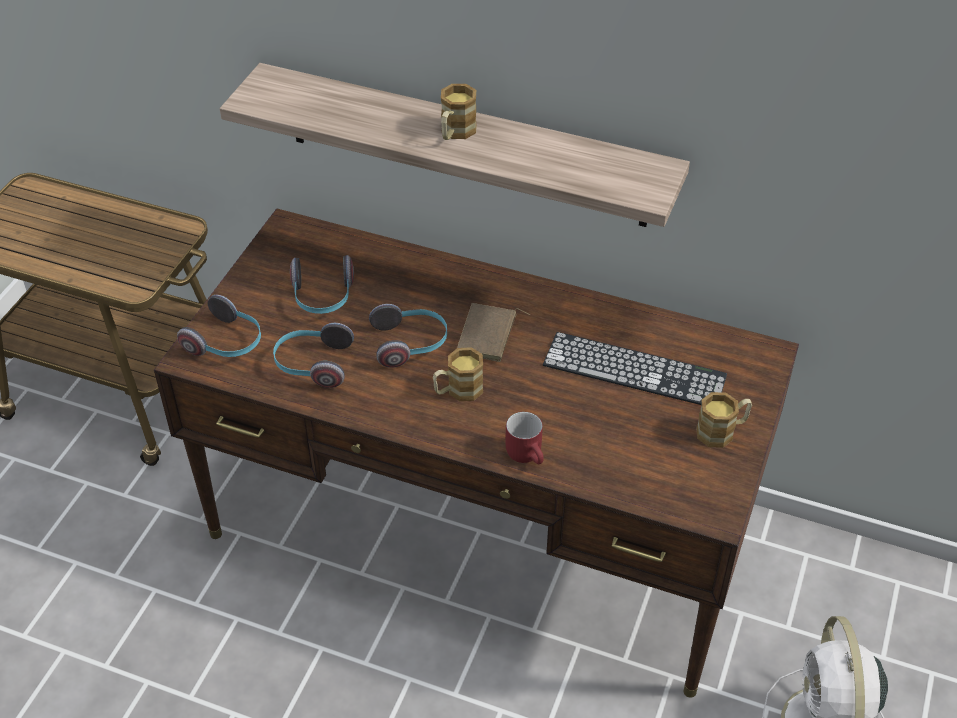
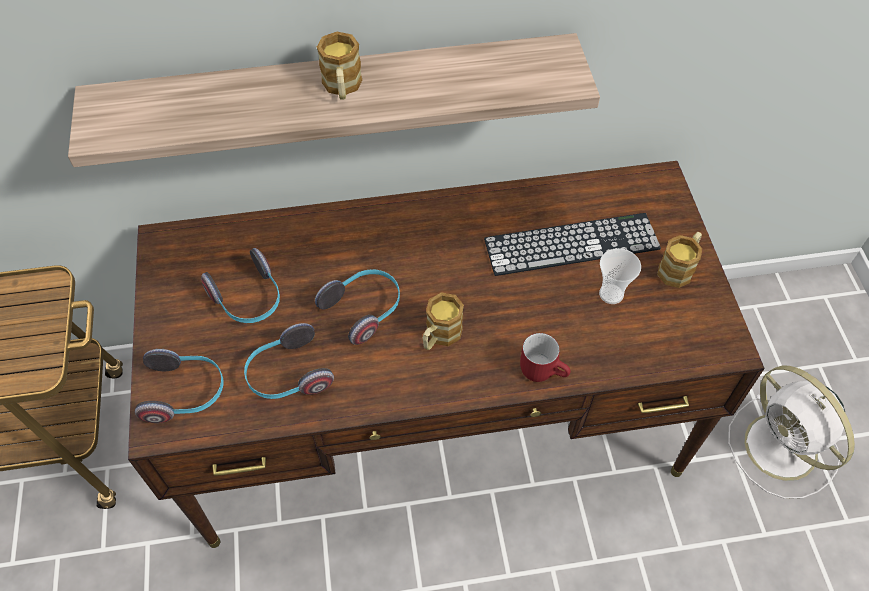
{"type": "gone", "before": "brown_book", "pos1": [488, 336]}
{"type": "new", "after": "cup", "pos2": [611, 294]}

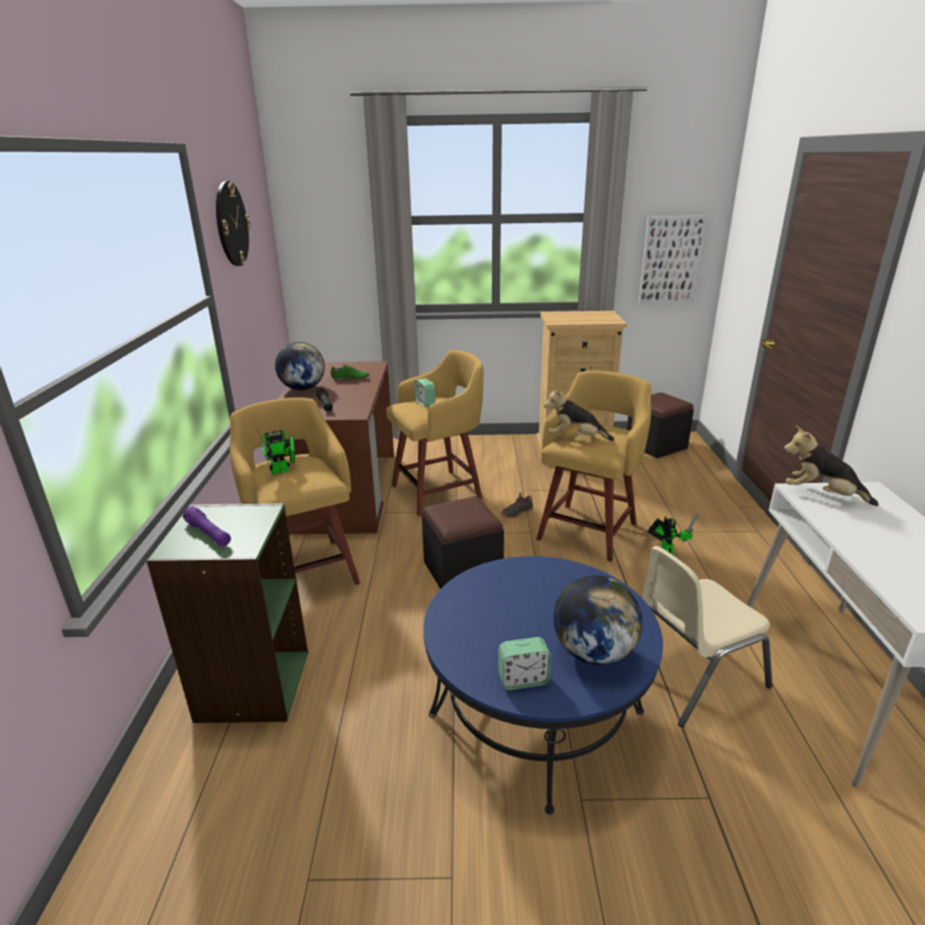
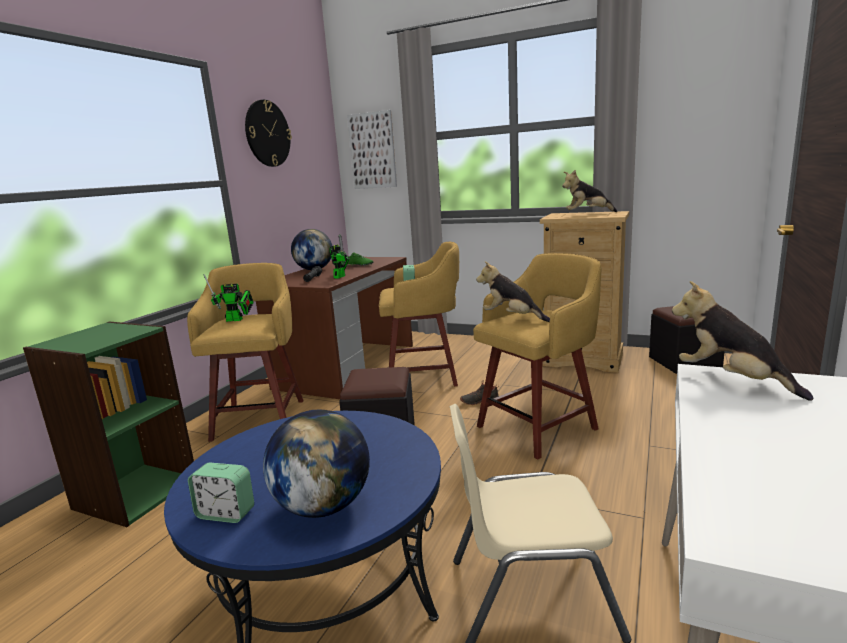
{"type": "gone", "before": "purple_flashlight", "pos1": [208, 533]}
{"type": "new", "after": "plush_toy", "pos2": [587, 214]}
{"type": "shifted", "before": "picture", "pos1": [670, 260], "pos2": [372, 150]}
{"type": "shifted", "before": "toy_robot", "pos1": [666, 549], "pos2": [340, 276]}

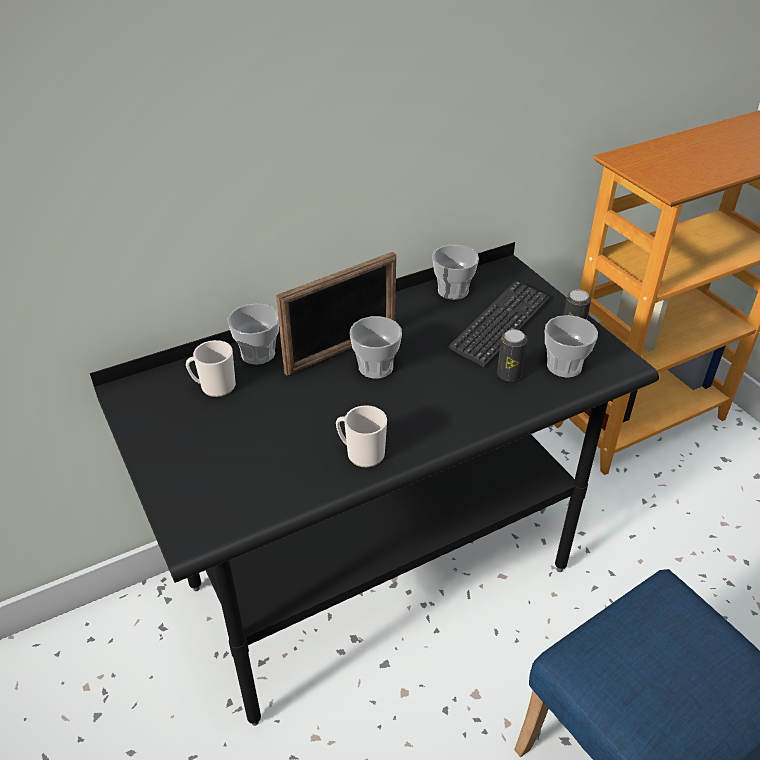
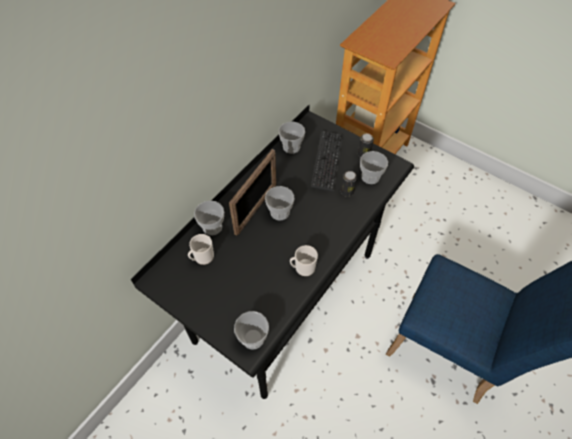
{"type": "new", "after": "cup", "pos2": [253, 338]}

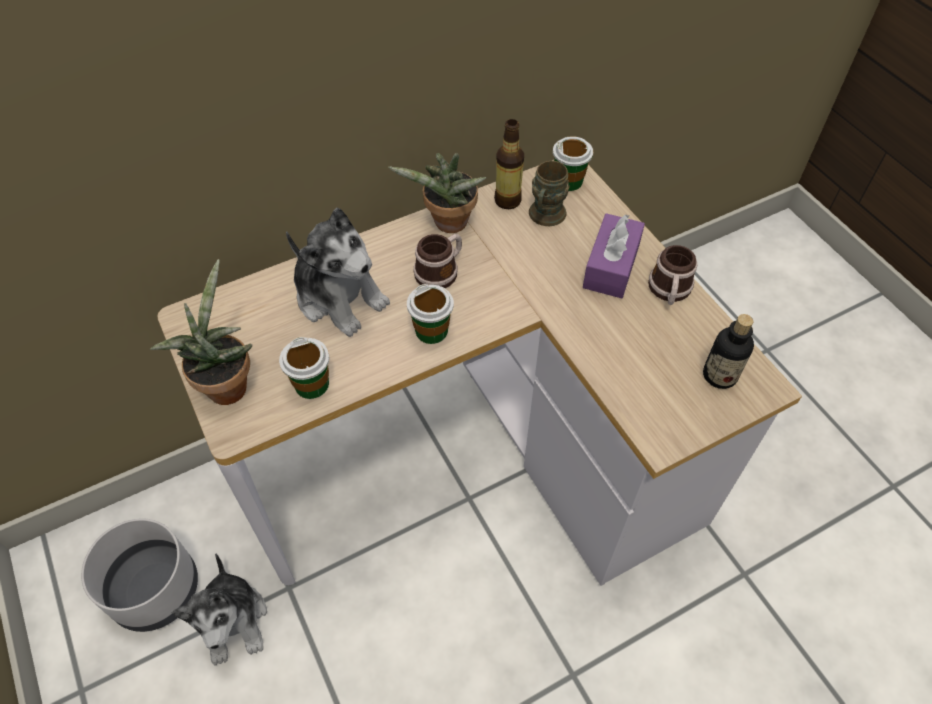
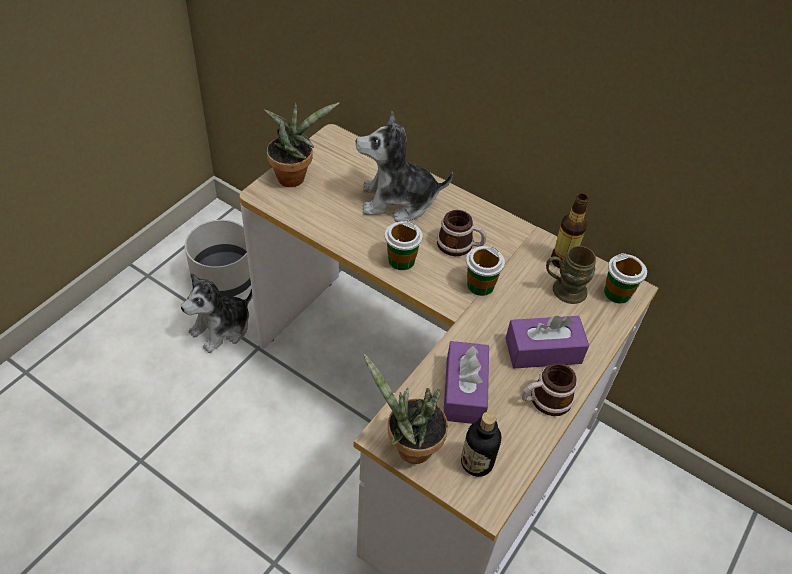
{"type": "new", "after": "purple_tissue_box", "pos2": [464, 391]}
{"type": "shifted", "before": "cup", "pos1": [311, 384], "pos2": [480, 285]}
{"type": "shifted", "before": "potted_plant", "pos1": [448, 225], "pos2": [408, 447]}
{"type": "rotated", "before": "plush_toy", "pos1": [339, 297], "pos2": [398, 201], "turn": 75}

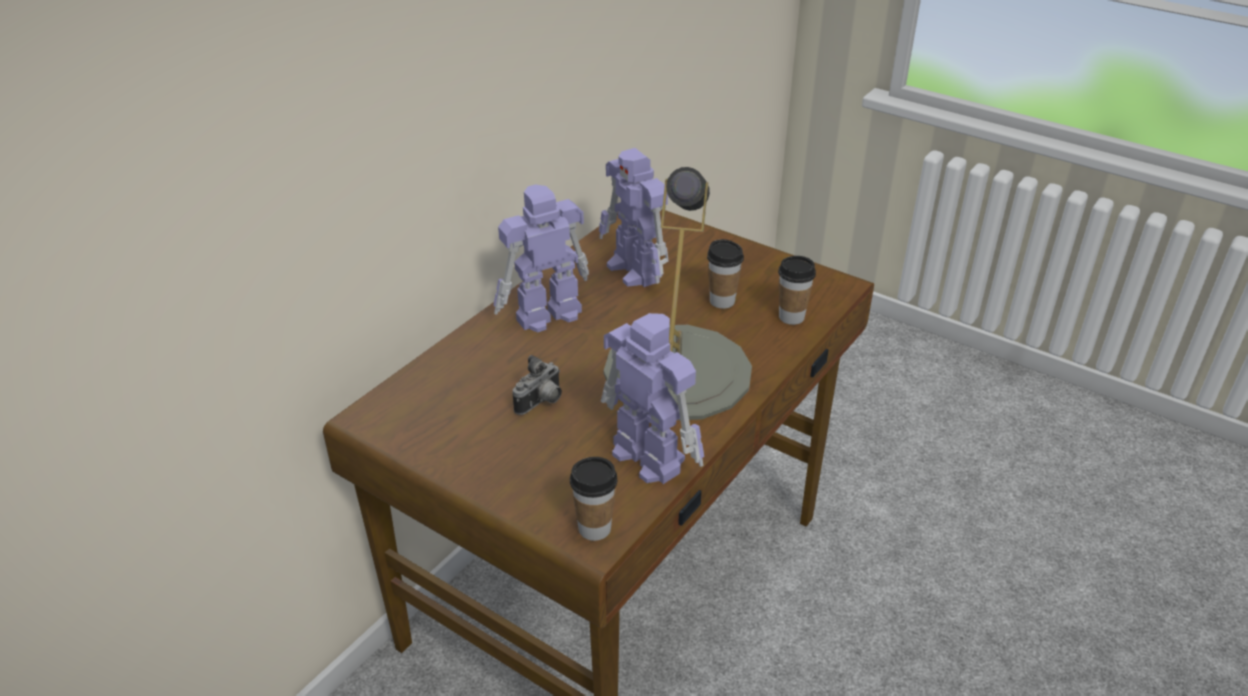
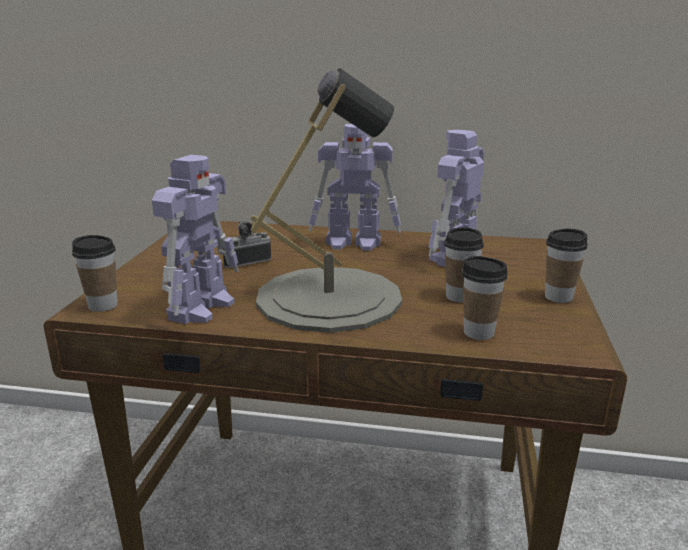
{"type": "new", "after": "cup", "pos2": [558, 297]}
{"type": "rotated", "before": "toy_robot", "pos1": [546, 315], "pos2": [355, 243], "turn": 150}
{"type": "rotated", "before": "photo_camera", "pos1": [541, 403], "pos2": [246, 262], "turn": 135}

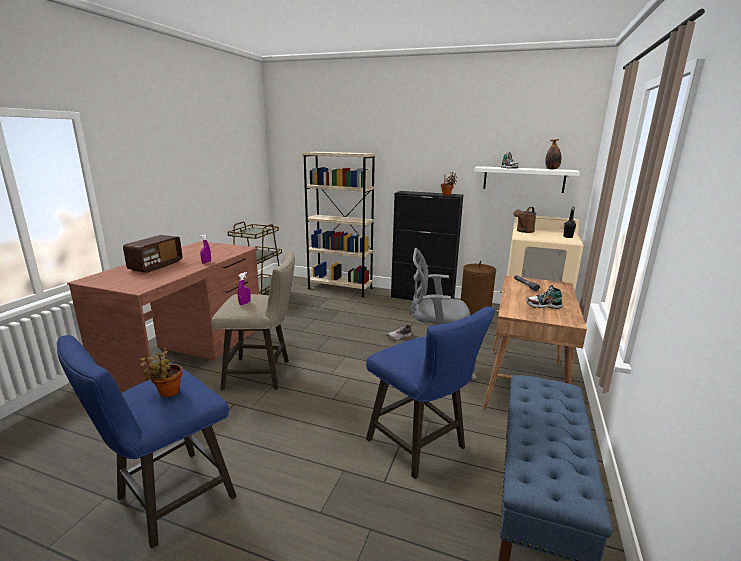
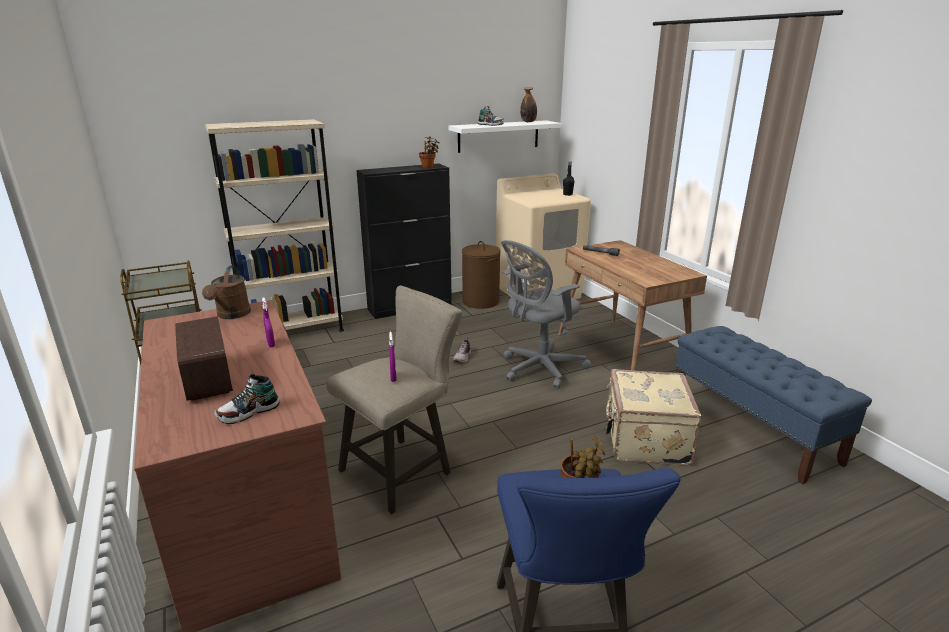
{"type": "shifted", "before": "brown_watering_can", "pos1": [523, 231], "pos2": [231, 315]}
{"type": "shifted", "before": "shoe", "pos1": [543, 306], "pos2": [249, 412]}
{"type": "swapped", "before": "blue_stool", "after": "beige_suitcase", "pos1": [421, 447], "pos2": [644, 440]}

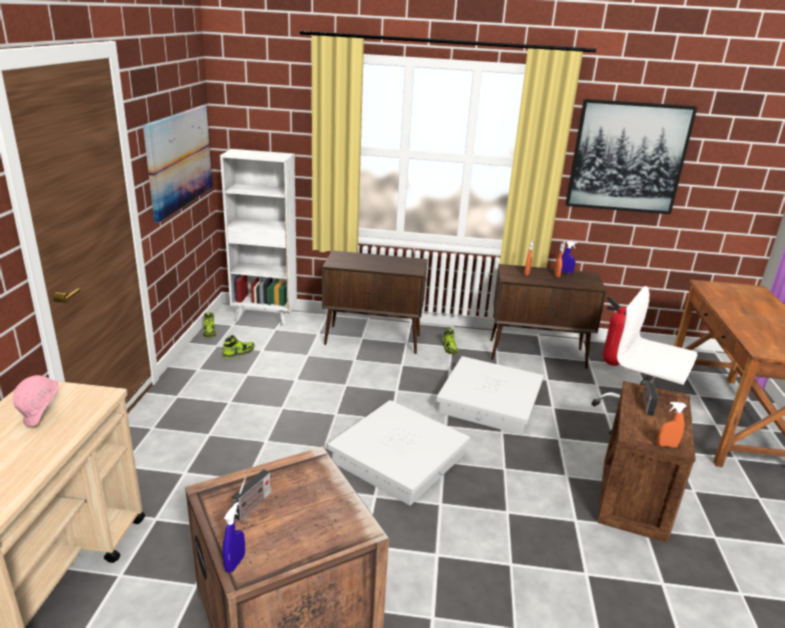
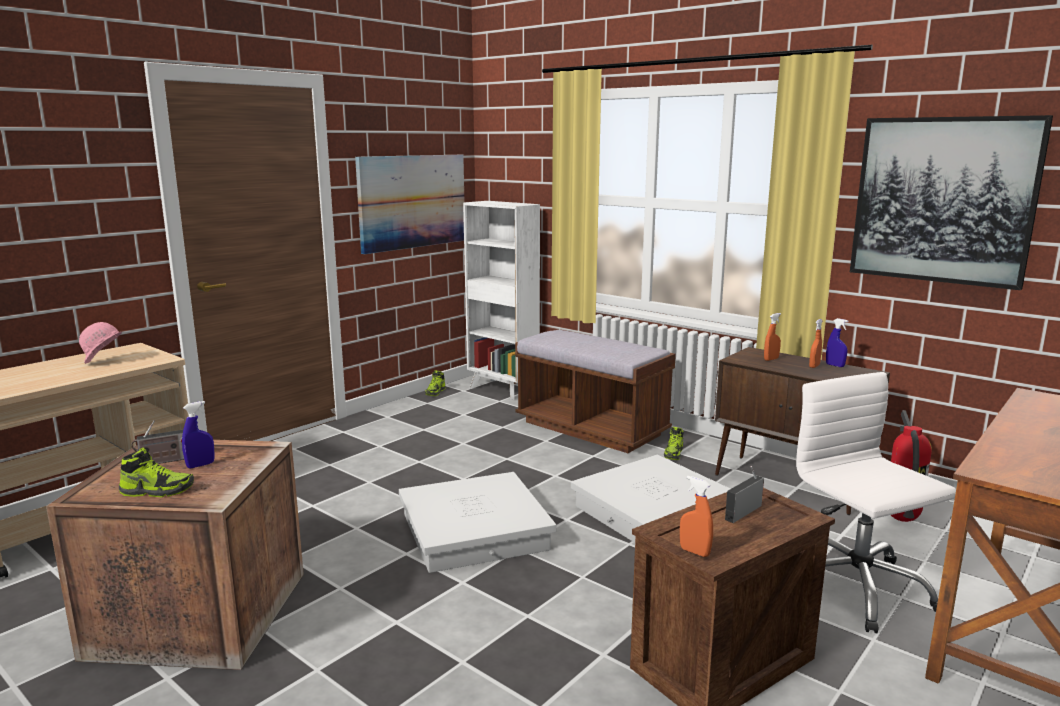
{"type": "shifted", "before": "shoe", "pos1": [238, 353], "pos2": [157, 491]}
{"type": "shifted", "before": "blue_spray_bottle", "pos1": [235, 563], "pos2": [200, 465]}
{"type": "swapped", "before": "brown_cabinet", "after": "brown_bench", "pos1": [374, 340], "pos2": [591, 428]}

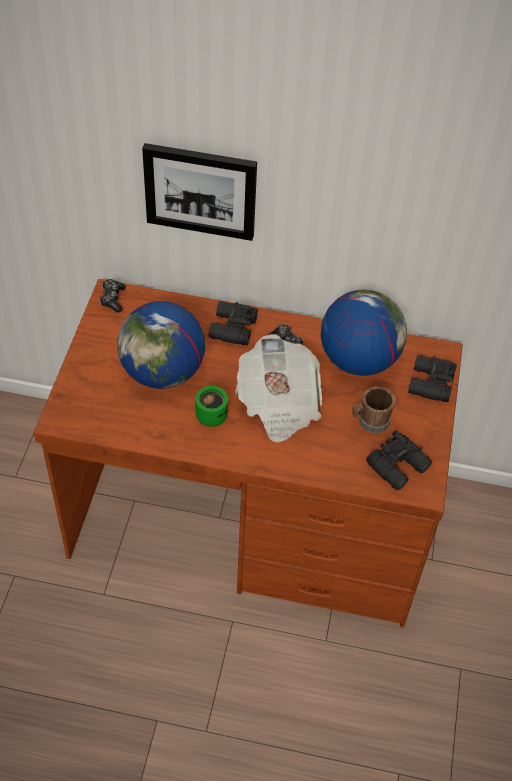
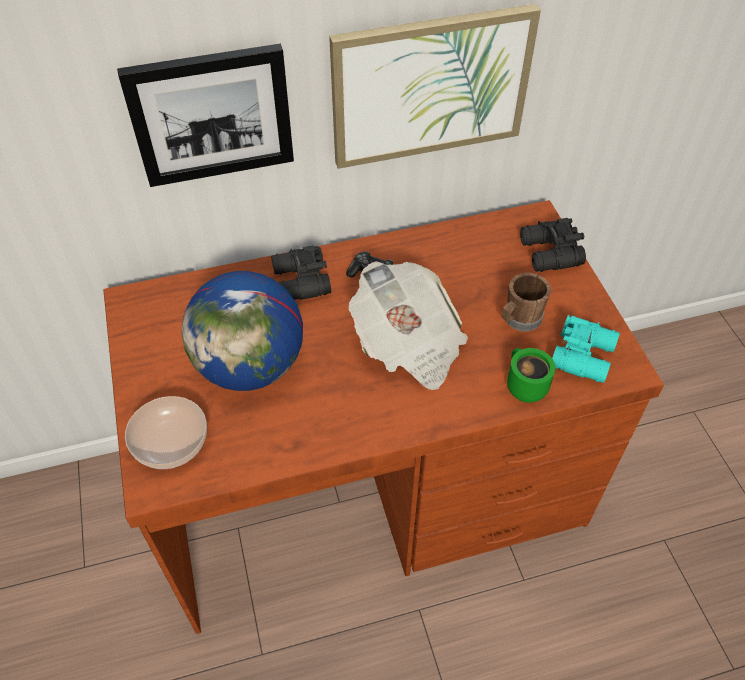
{"type": "gone", "before": "game_controller", "pos1": [112, 299]}
{"type": "gone", "before": "globe", "pos1": [358, 359]}
{"type": "new", "after": "bowl", "pos2": [172, 443]}
{"type": "new", "after": "picture", "pos2": [430, 86]}
{"type": "shifted", "before": "green_mug", "pos1": [210, 413], "pos2": [523, 385]}
{"type": "repainted", "before": "black_binoculars", "after": "turquoise_binoculars", "pos1": [399, 466], "pos2": [584, 355]}

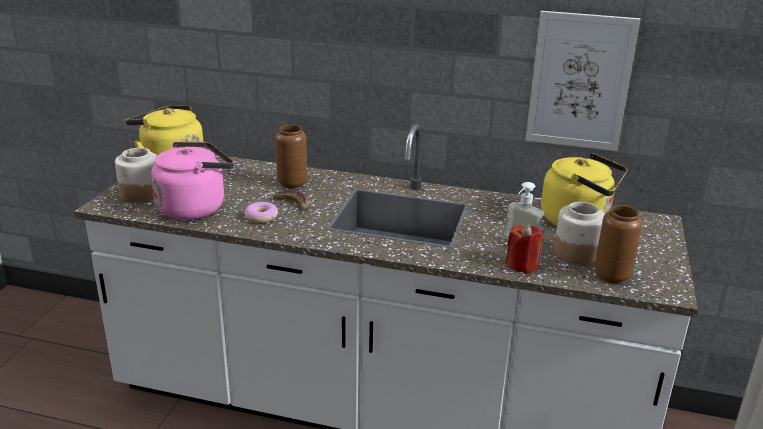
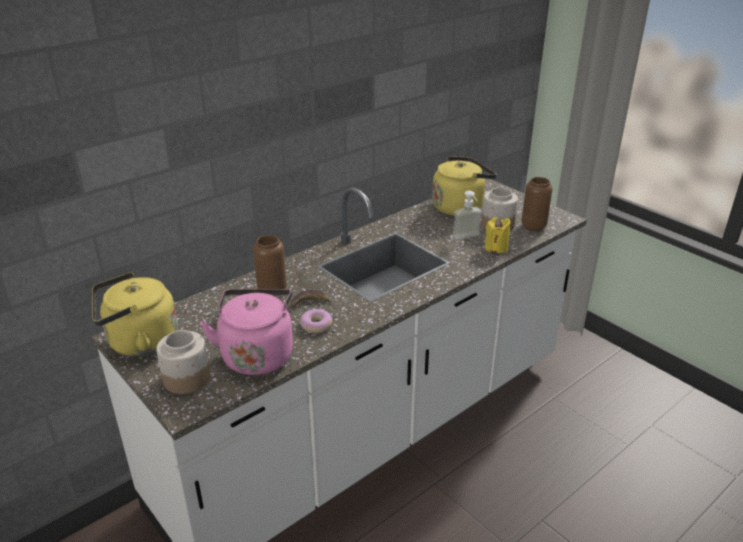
{"type": "gone", "before": "picture", "pos1": [579, 82]}
{"type": "repainted", "before": "red_candle", "after": "yellow_candle", "pos1": [522, 265], "pos2": [496, 248]}

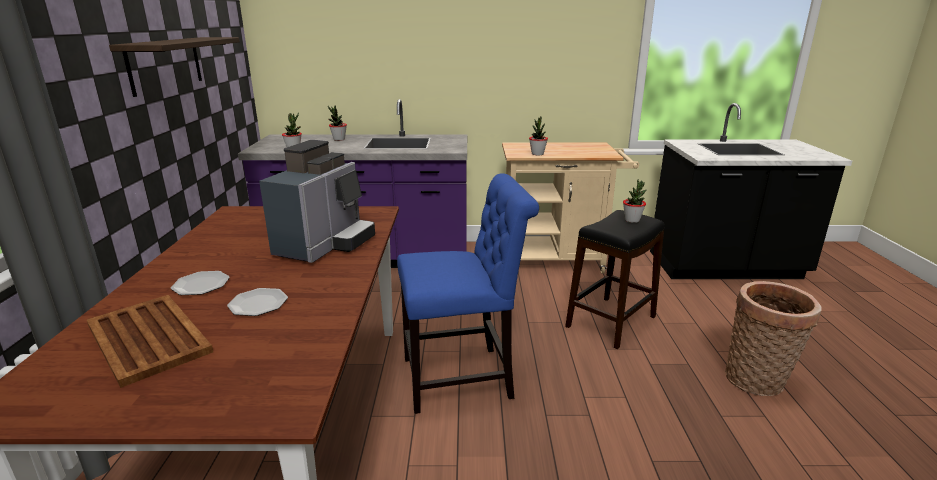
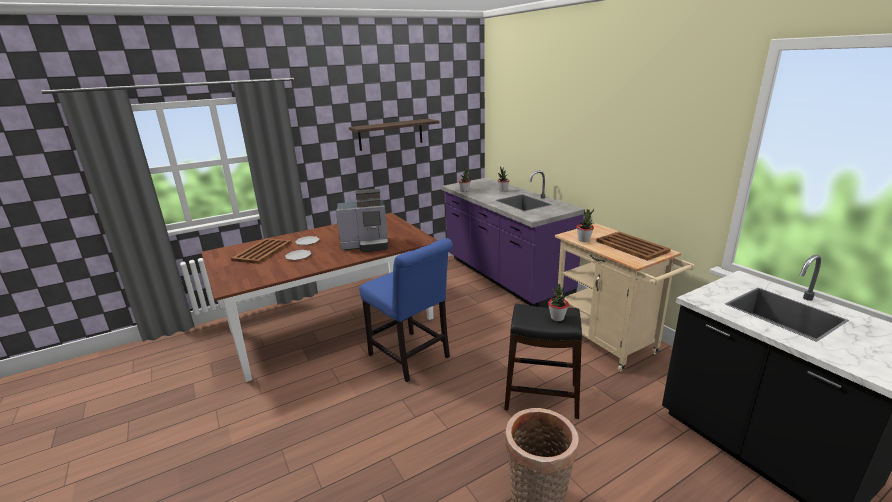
{"type": "new", "after": "brown_tray", "pos2": [632, 246]}

